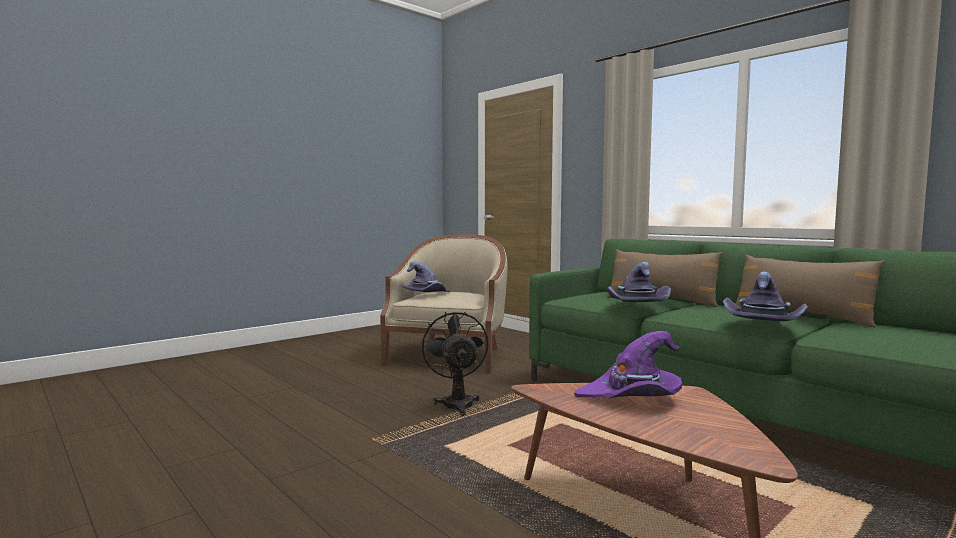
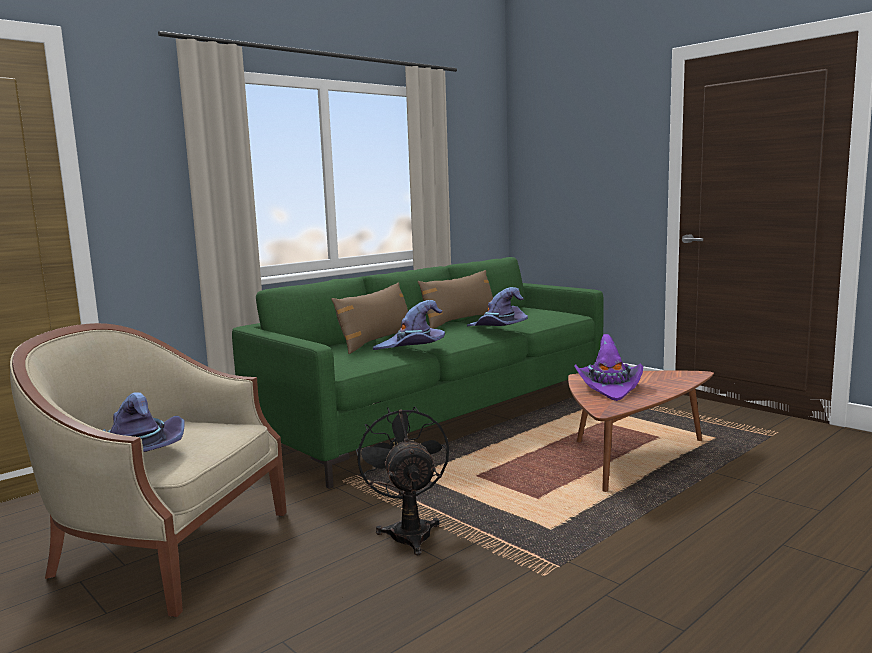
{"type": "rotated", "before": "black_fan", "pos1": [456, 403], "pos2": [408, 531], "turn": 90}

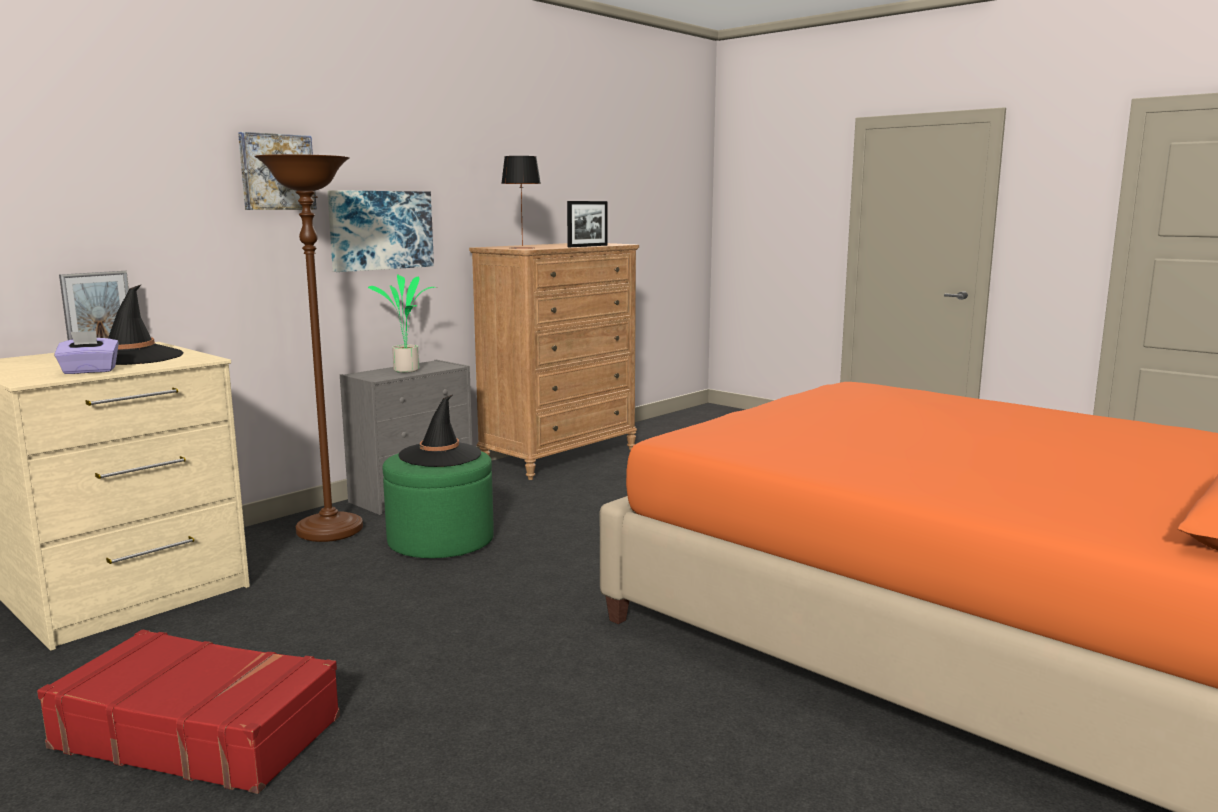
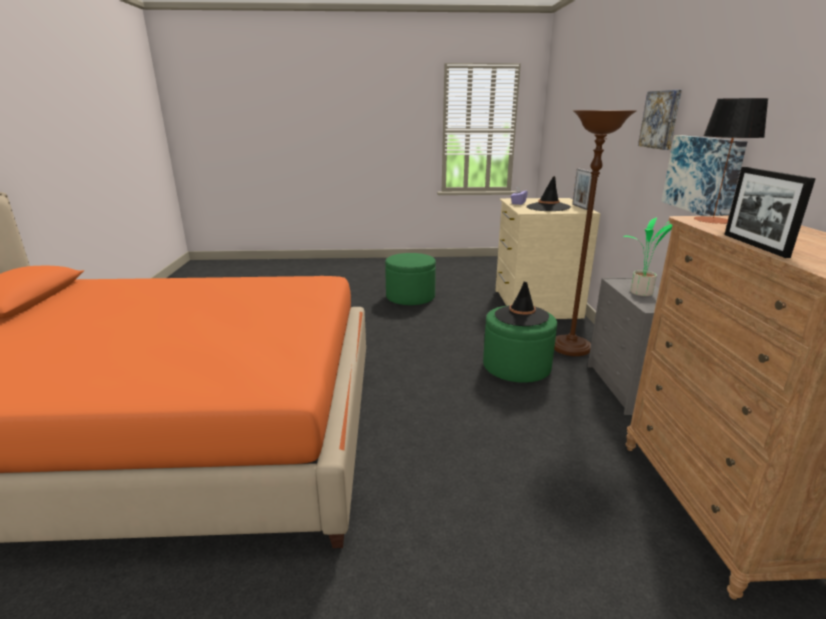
{"type": "swapped", "before": "red_suitcase", "after": "green_ottoman", "pos1": [198, 732], "pos2": [410, 297]}

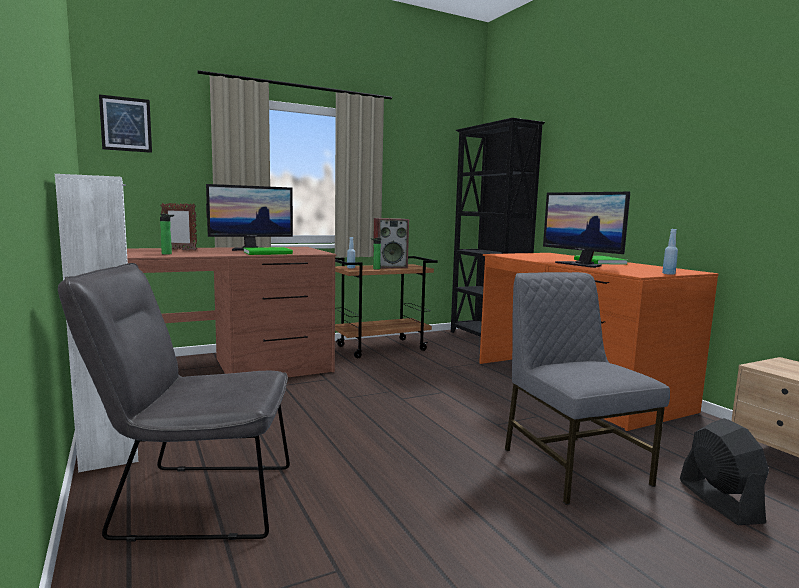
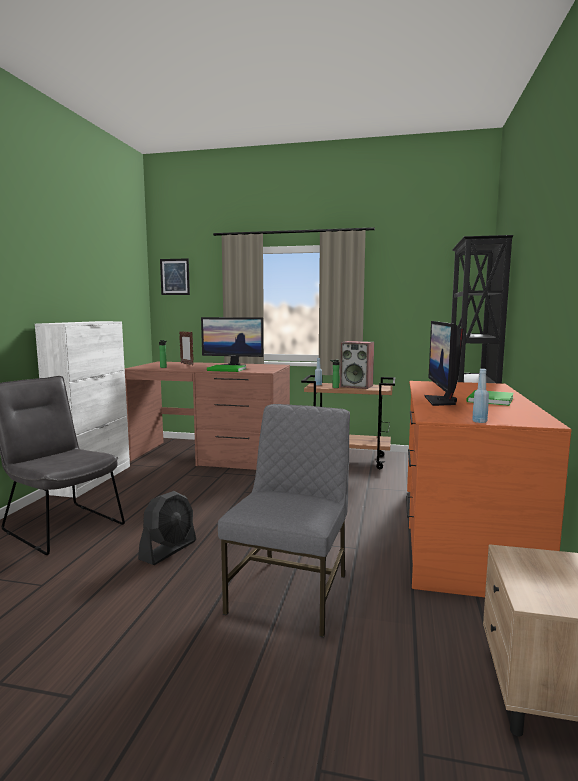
{"type": "shifted", "before": "black_fan", "pos1": [719, 501], "pos2": [168, 550]}

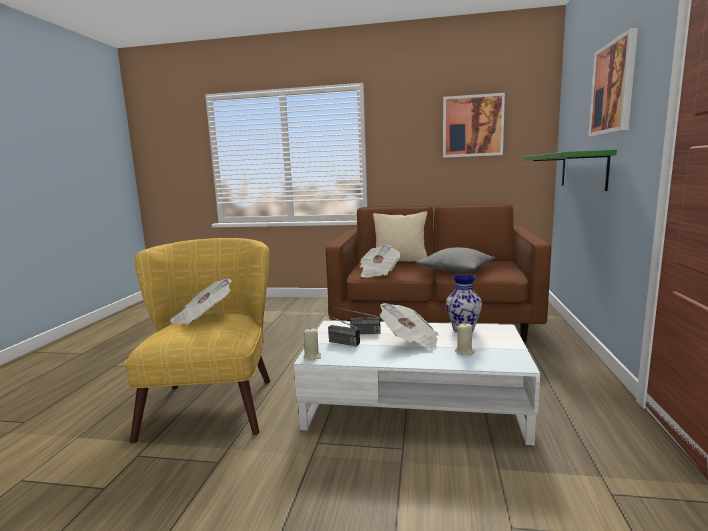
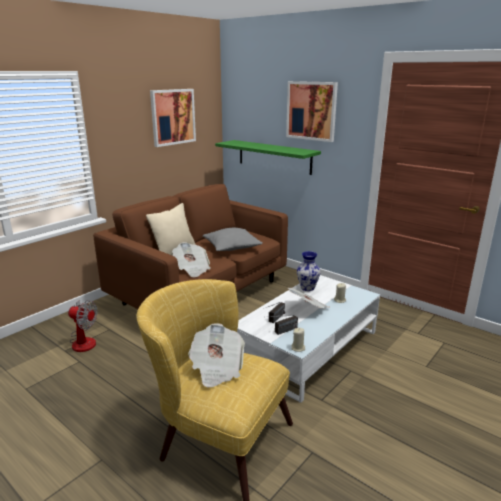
{"type": "new", "after": "fan", "pos2": [84, 340]}

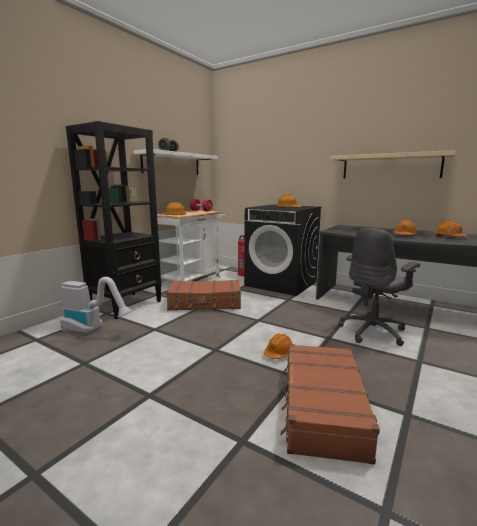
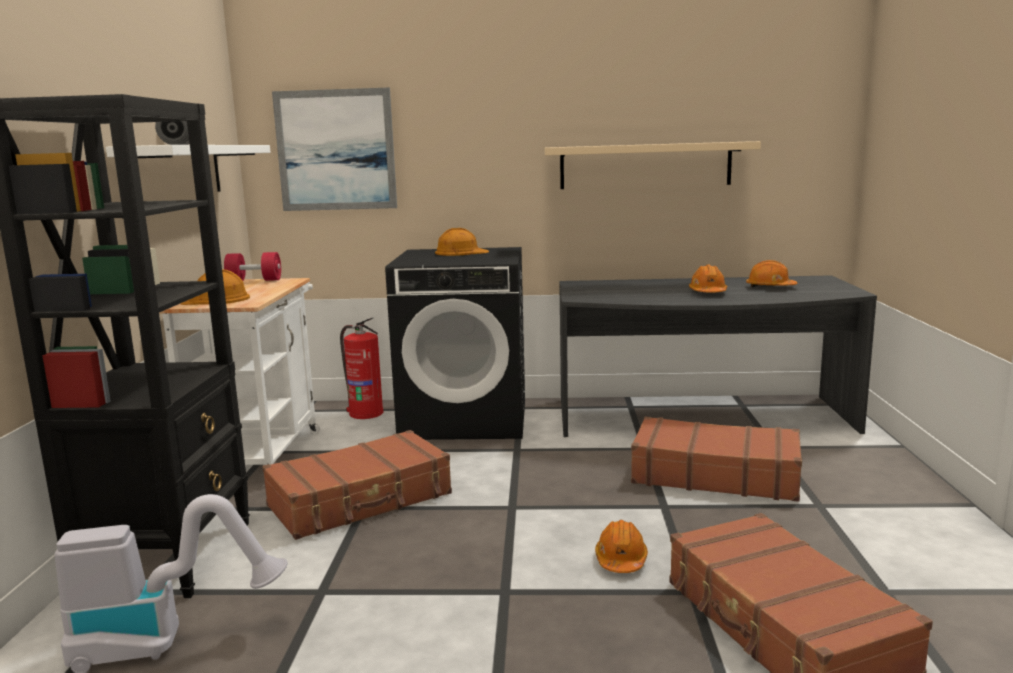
{"type": "new", "after": "picture", "pos2": [336, 150]}
{"type": "swapped", "before": "grey_office_chair", "after": "brown_suitcase", "pos1": [373, 332], "pos2": [714, 475]}

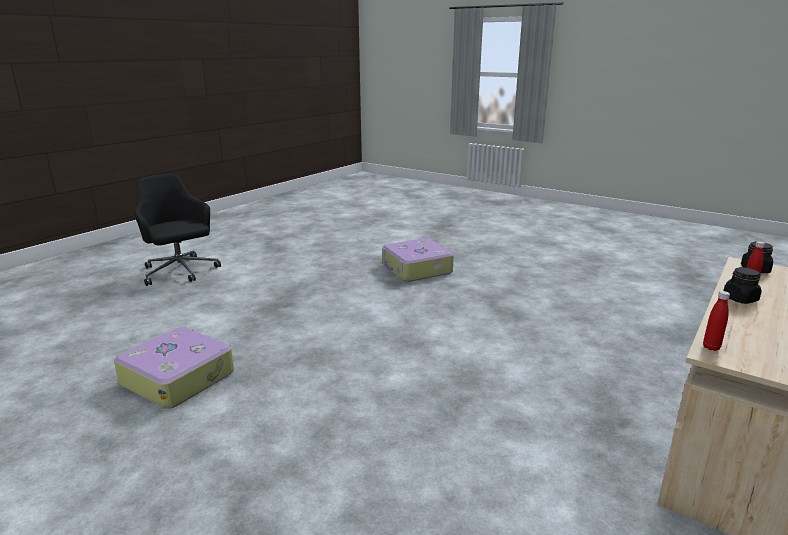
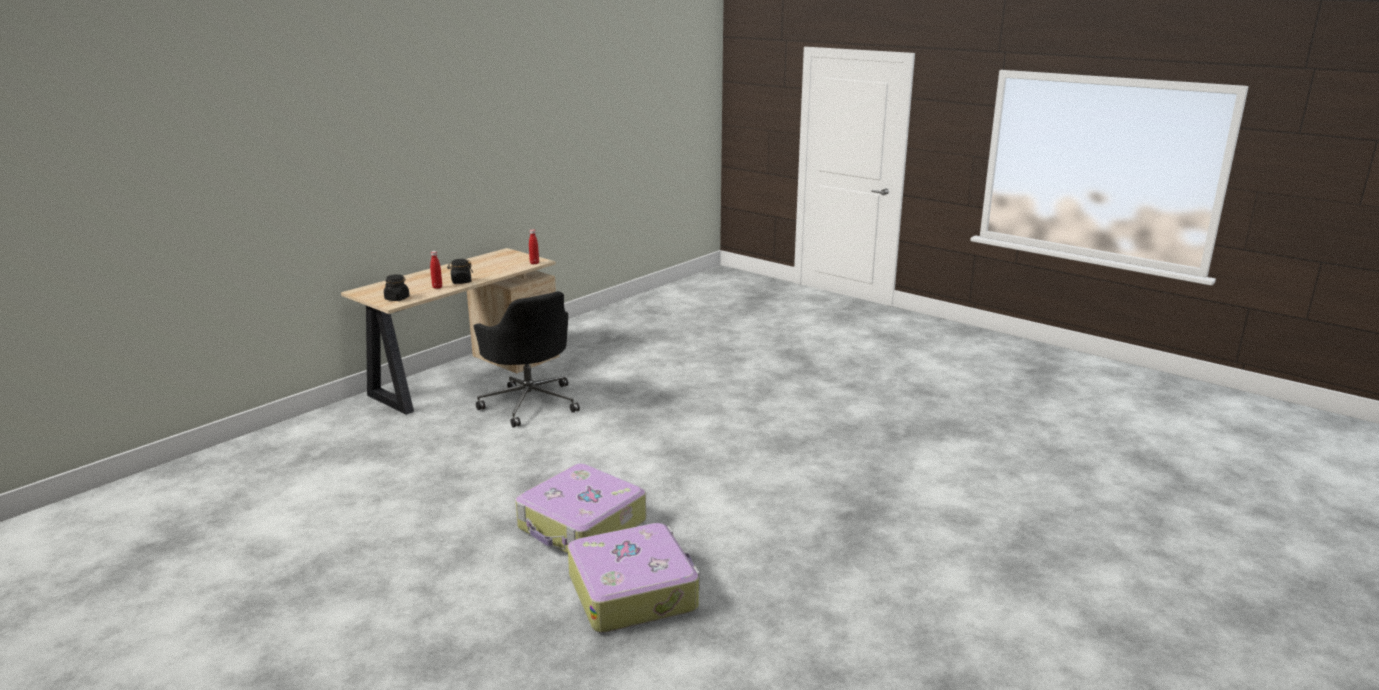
{"type": "shifted", "before": "suitcase", "pos1": [178, 377], "pos2": [581, 526]}
{"type": "shifted", "before": "black_office_chair", "pos1": [180, 272], "pos2": [530, 403]}

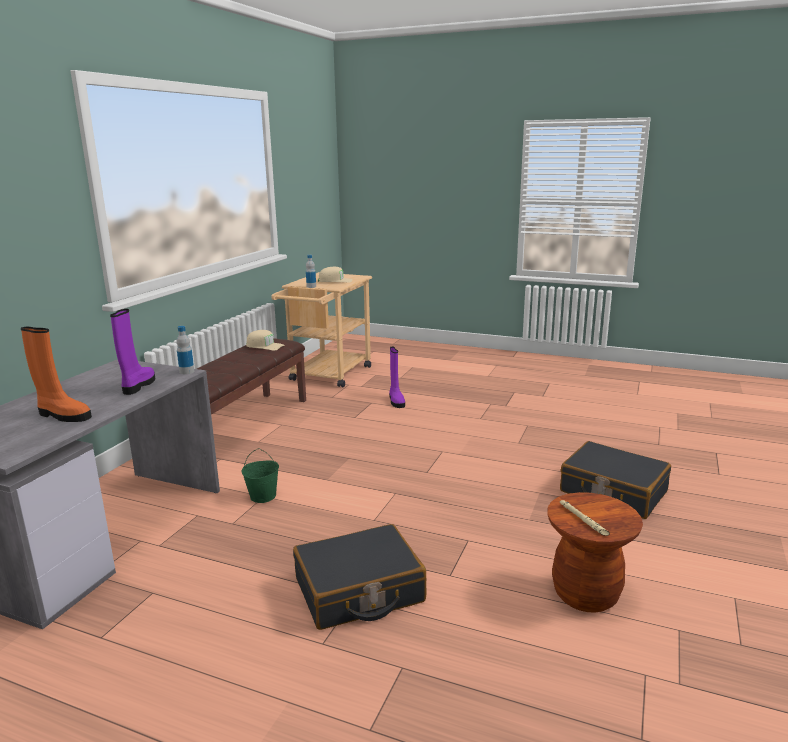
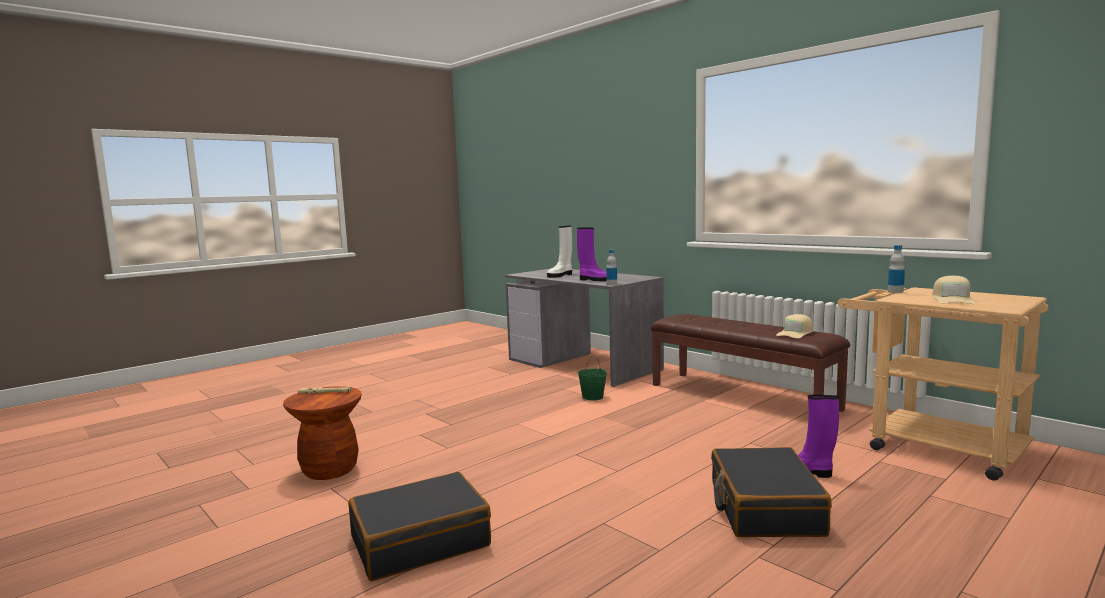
{"type": "shifted", "before": "black_suitcase", "pos1": [359, 591], "pos2": [764, 508]}
{"type": "repainted", "before": "orange_boot", "after": "white_boot", "pos1": [63, 415], "pos2": [560, 275]}

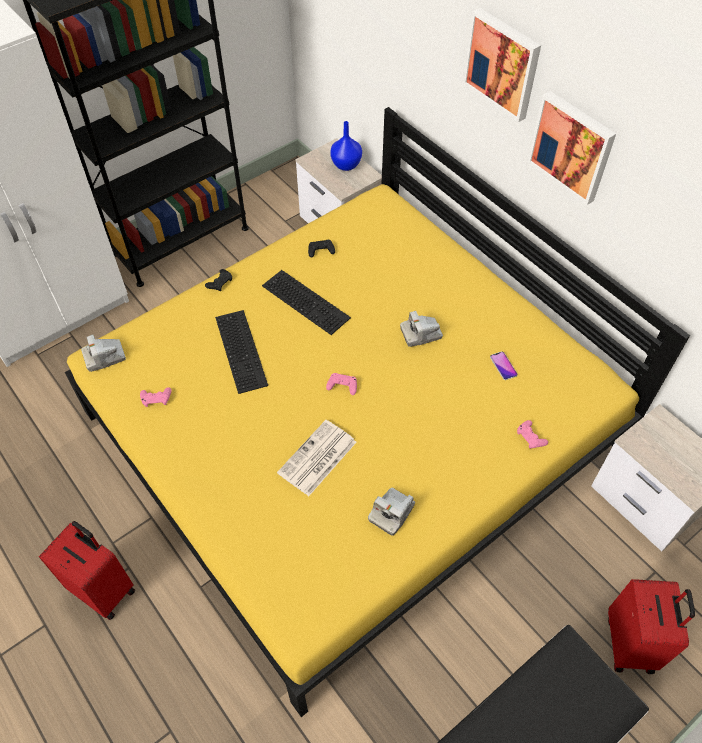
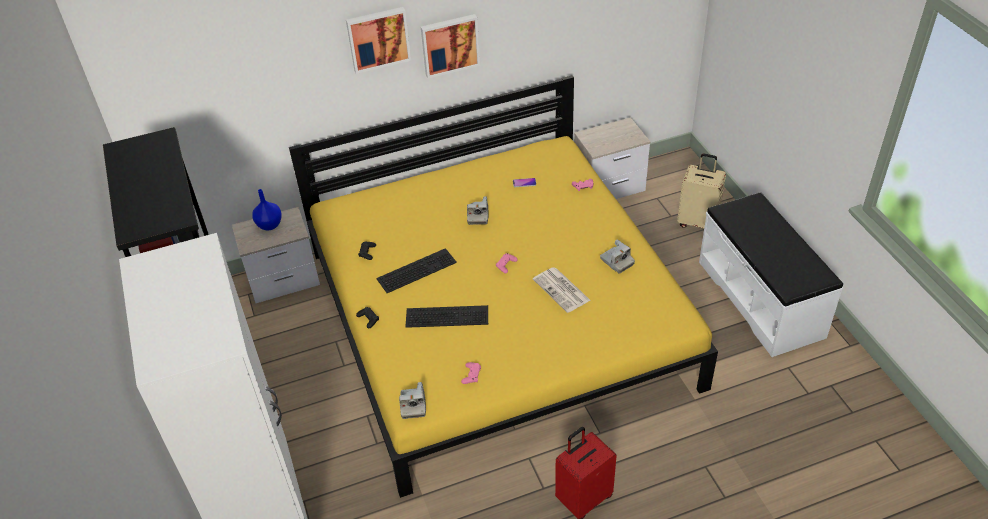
{"type": "repainted", "before": "red_suitcase", "after": "beige_suitcase", "pos1": [631, 643], "pos2": [698, 222]}

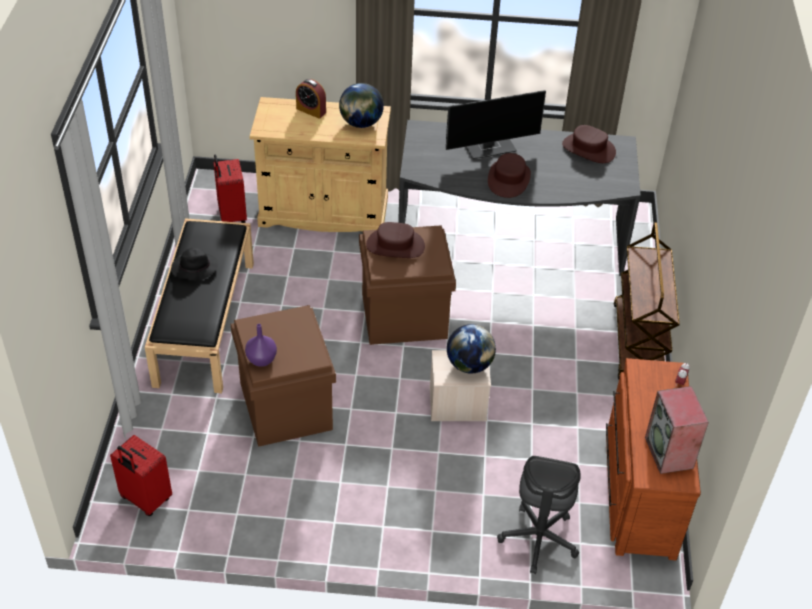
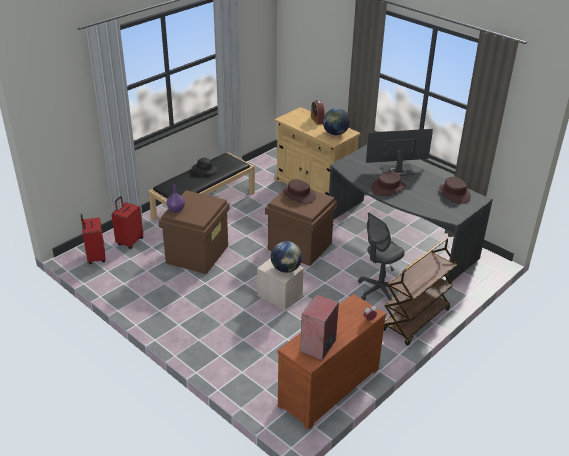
{"type": "shifted", "before": "red_suitcase", "pos1": [231, 215], "pos2": [129, 241]}
{"type": "shifted", "before": "grey_office_chair", "pos1": [539, 539], "pos2": [379, 291]}
{"type": "rotated", "before": "monitor", "pos1": [490, 147], "pos2": [397, 171], "turn": 150}

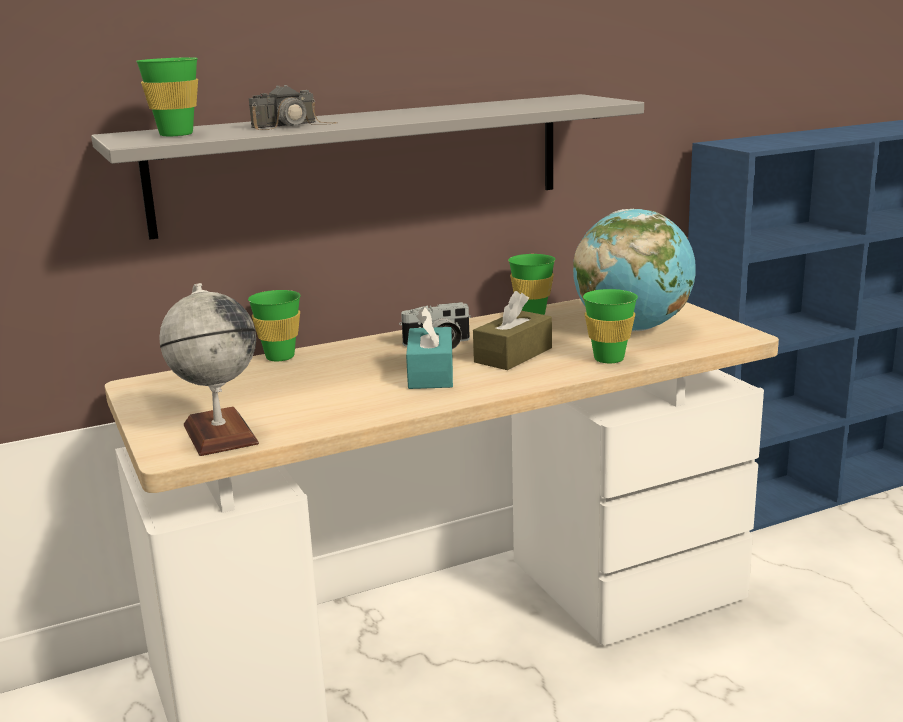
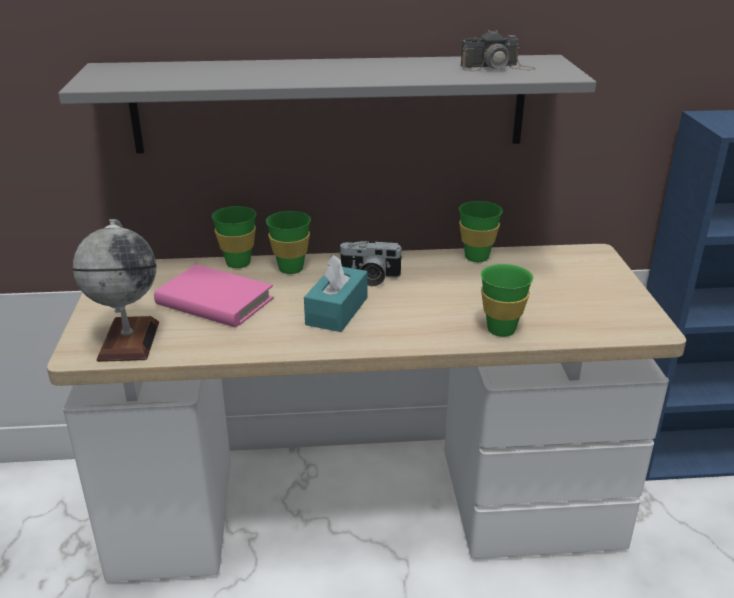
{"type": "gone", "before": "brown_tissue_box", "pos1": [513, 355]}
{"type": "gone", "before": "globe", "pos1": [632, 328]}
{"type": "new", "after": "pink_book", "pos2": [214, 302]}
{"type": "shifted", "before": "green_cup", "pos1": [176, 134], "pos2": [291, 269]}
{"type": "shifted", "before": "photo_camera", "pos1": [294, 125], "pos2": [497, 67]}

